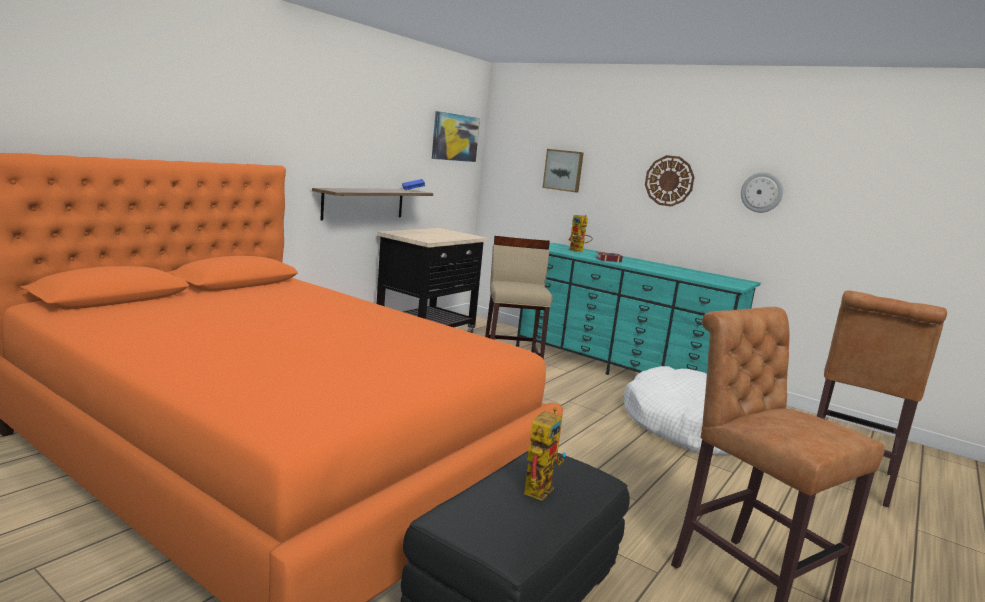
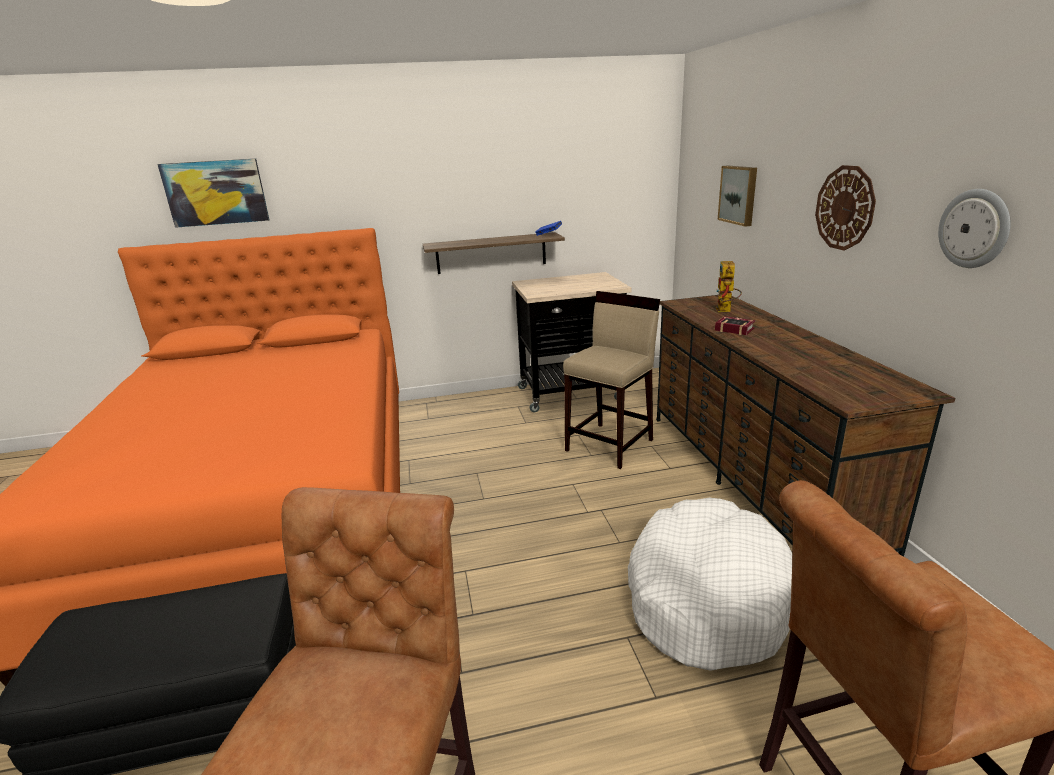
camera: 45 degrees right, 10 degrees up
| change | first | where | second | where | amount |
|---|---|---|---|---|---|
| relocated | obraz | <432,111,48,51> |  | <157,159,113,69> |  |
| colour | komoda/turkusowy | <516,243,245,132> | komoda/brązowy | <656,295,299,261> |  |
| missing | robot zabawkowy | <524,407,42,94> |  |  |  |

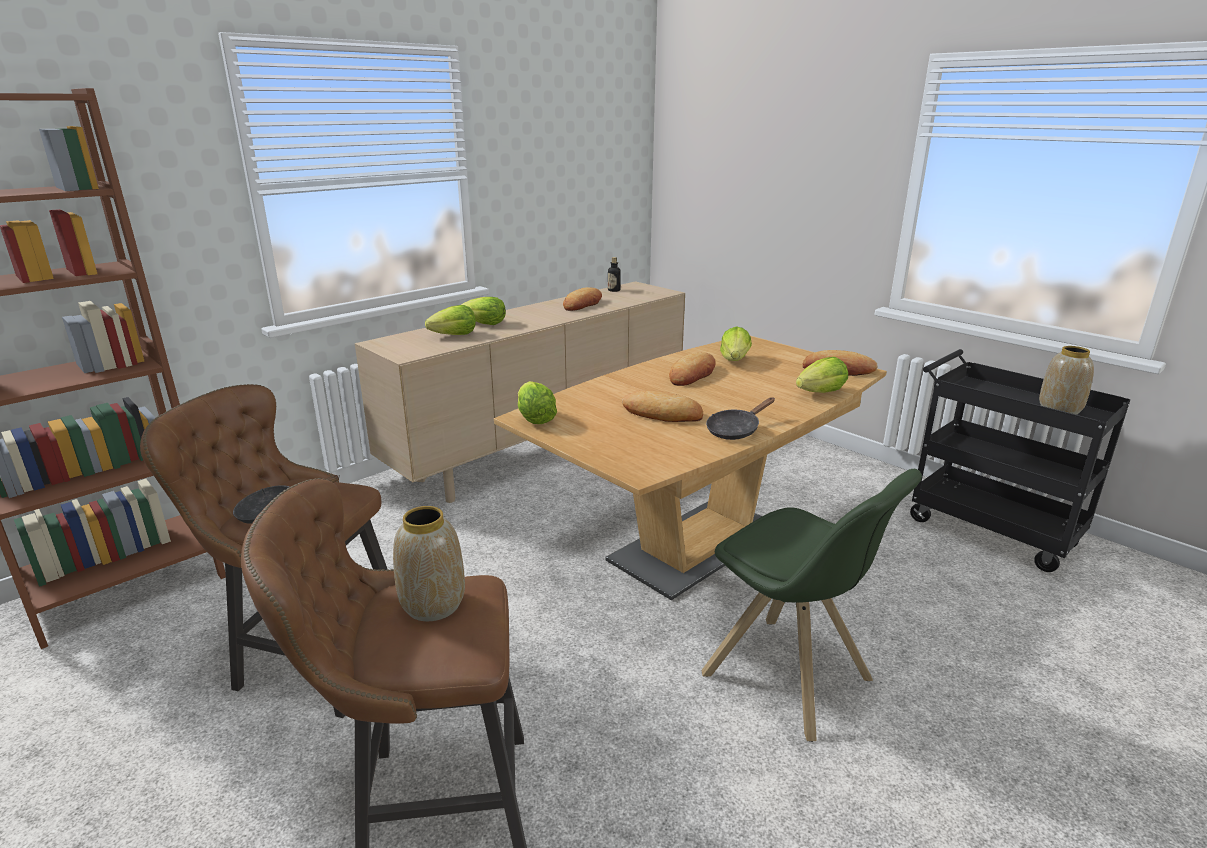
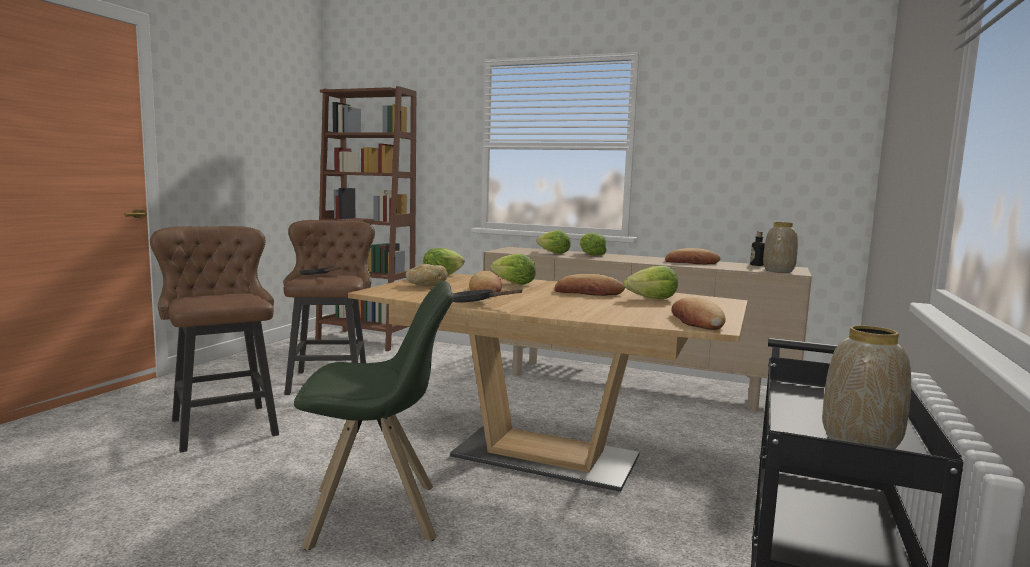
camera: 65 degrees right, 15 degrees down
| change | first | where | second | where | amount |
|---|---|---|---|---|---|
| relocated | sałata | <796,357,52,36> |  | <490,254,46,31> |  |
| spun | krzesło/zielony | <702,469,220,273> |  | <294,281,160,270> | 120 degrees counterclockwise |
| relocated | wazon | <393,506,72,115> |  | <763,222,35,51> |  |
| appeared |  |  | chleb | <406,264,42,22> |  |

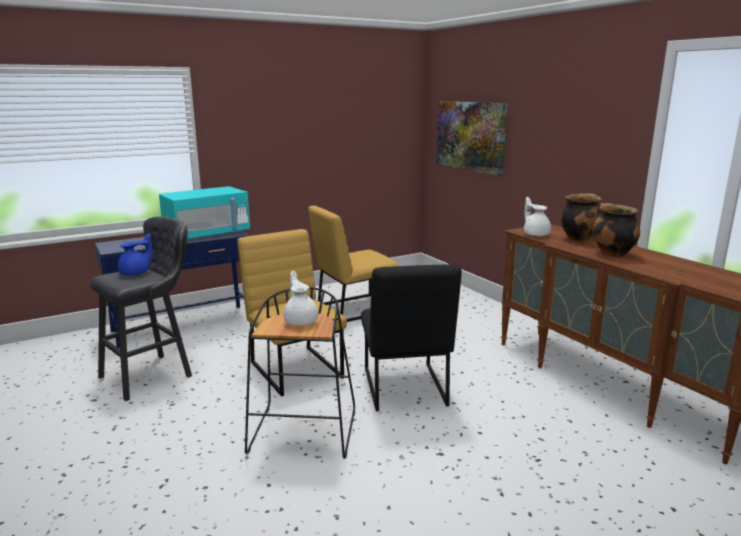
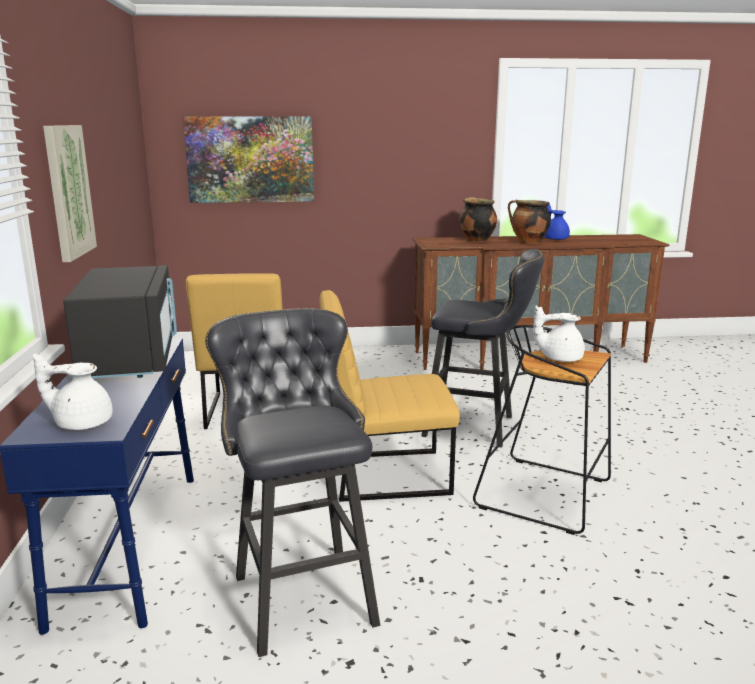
camera: 65 degrees left, 0 degrees up
| change | first | where | second | where | amount |
|---|---|---|---|---|---|
| colour | mikrofalówka/turkusowy | <159,186,91,53> | mikrofalówka/czarny | <63,265,114,114> |  |
| relocated | imbryk/biały | <524,197,27,39> |  | <33,354,80,76> |  |
| relocated | imbryk/niebieski | <118,233,35,42> |  | <544,205,26,35> |  |
| exchanged | krzesło/czarny | <361,264,101,147> | stołek/czarny | <421,249,124,198> |  |
| appeared |  |  | obraz | <43,125,54,137> |  |

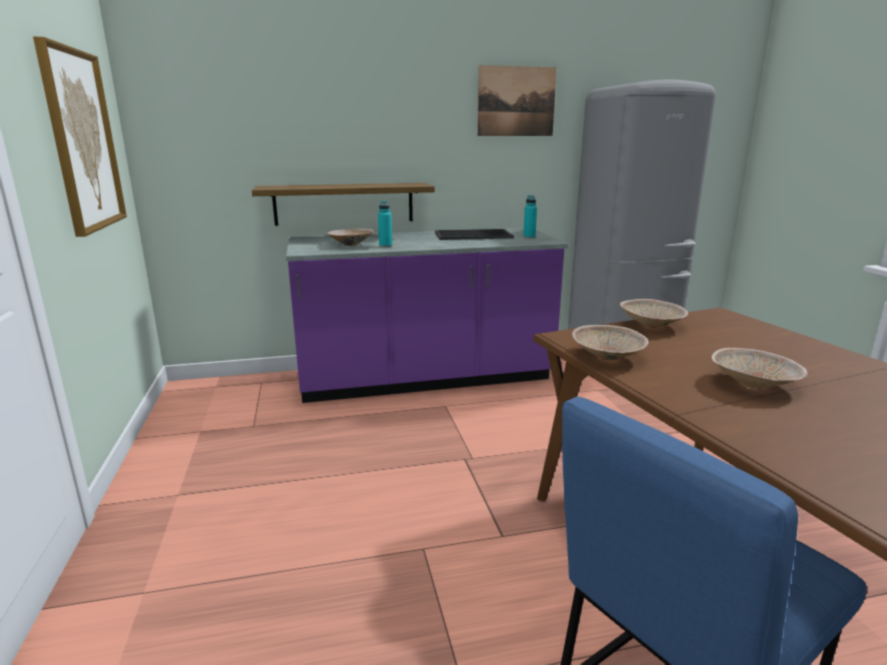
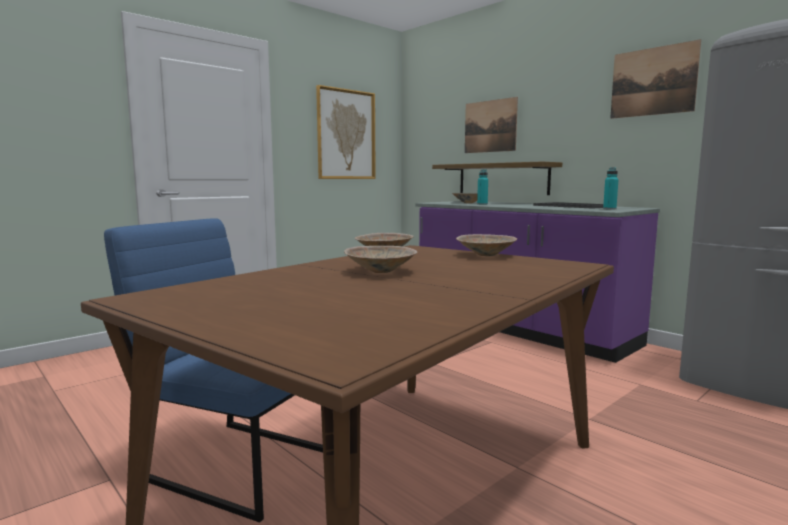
camera: 60 degrees right, 10 degrees down
| change | first | where | second | where | amount |
|---|---|---|---|---|---|
| appeared |  |  | obraz | <465,97,53,56> |  |

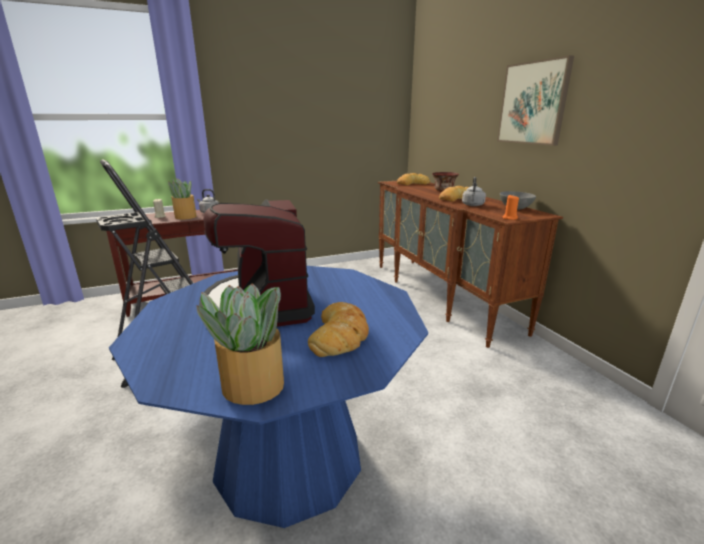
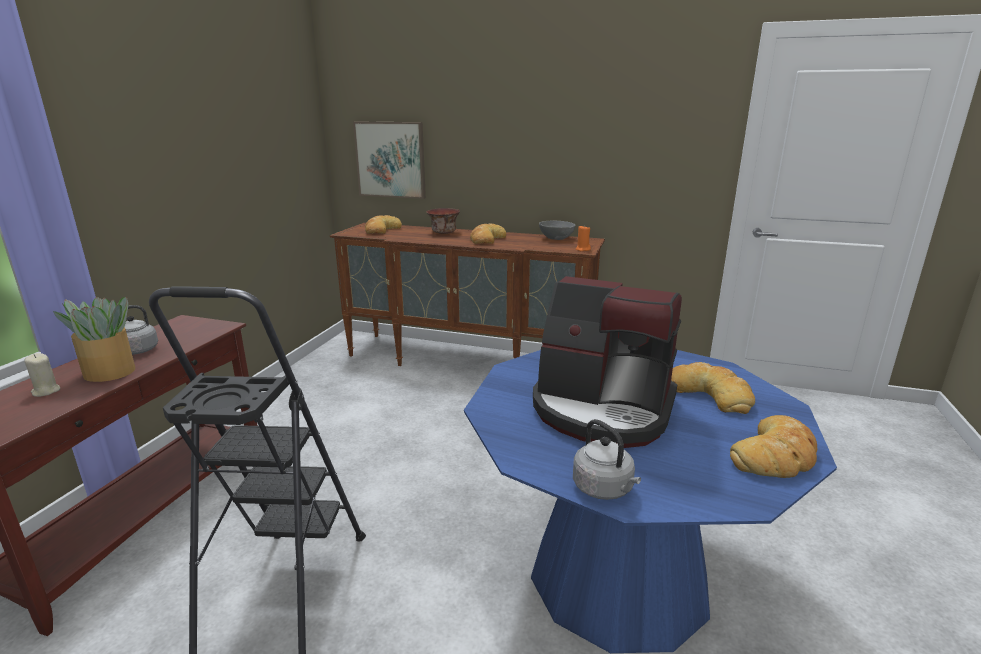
camera: 50 degrees left, 0 degrees up
| change | first | where | second | where | amount |
|---|---|---|---|---|---|
| relocated | obraz | <497,55,77,91> |  | <353,122,73,77> |  |
| relocated | czajnik/szary | <462,177,24,29> |  | <573,419,68,81> |  |
| exchanged | roślina doniczkowa | <197,284,87,121> | chleb | <730,415,87,63> |  |

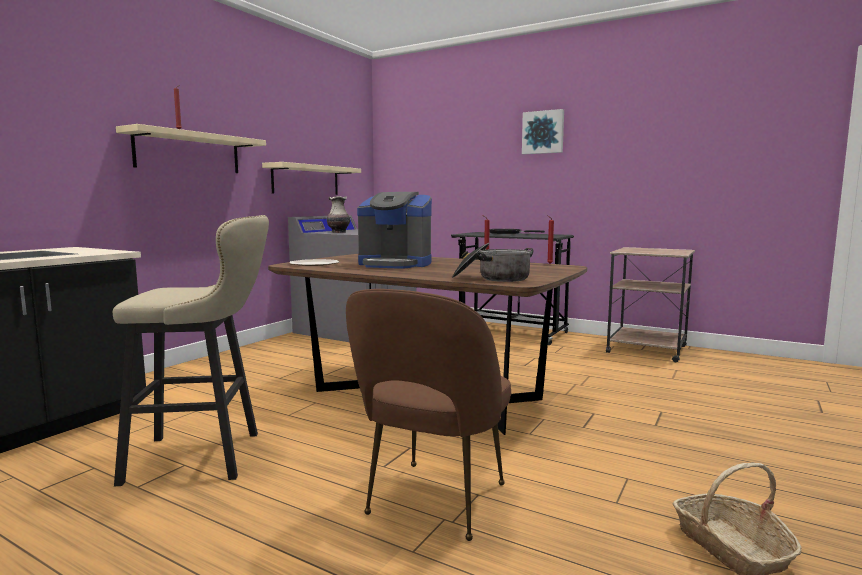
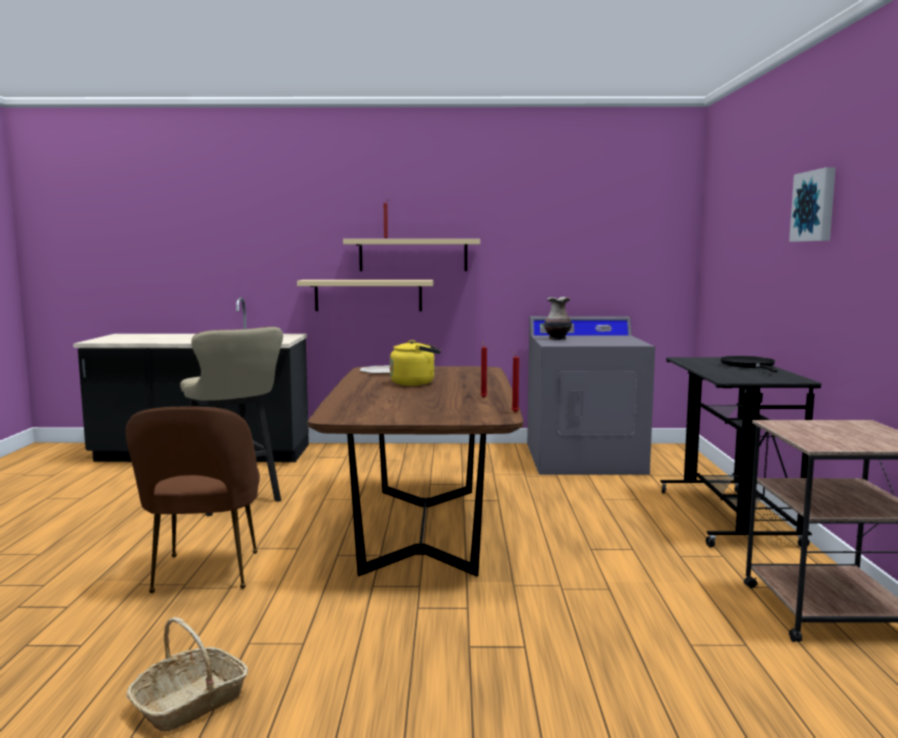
camera: 60 degrees right, 0 degrees up
| change | first | where | second | where | amount |
|---|---|---|---|---|---|
| relocated | półka/beżowy | <262,162,99,33> |  | <297,280,137,31> |  |
| exchanged | ekspres do kawy | <357,192,75,77> | czajnik/żółty | <390,340,51,46> |  |
| missing | garnek | <452,243,81,39> |  |  |  |
| spun | krzesło/brązowy | <346,289,165,252> |  | <126,406,134,187> | 90 degrees counterclockwise |

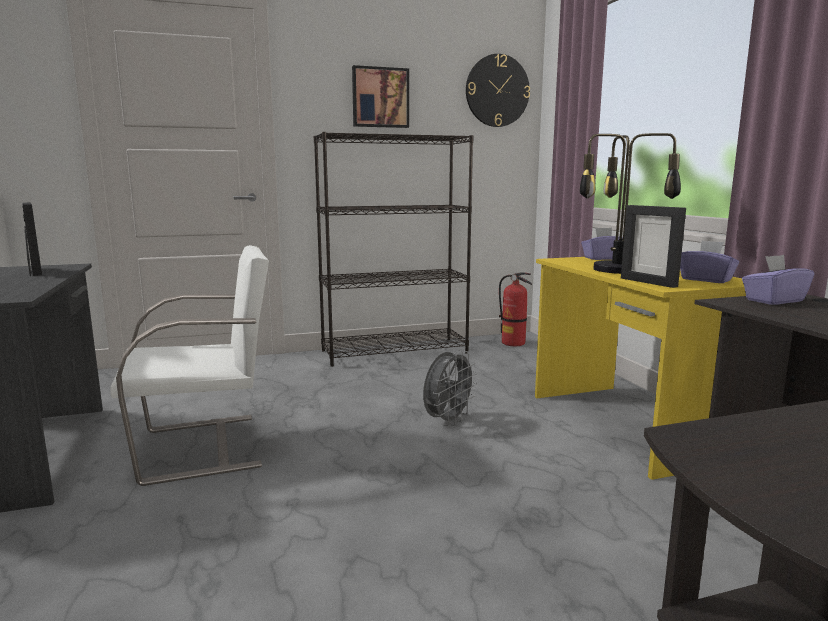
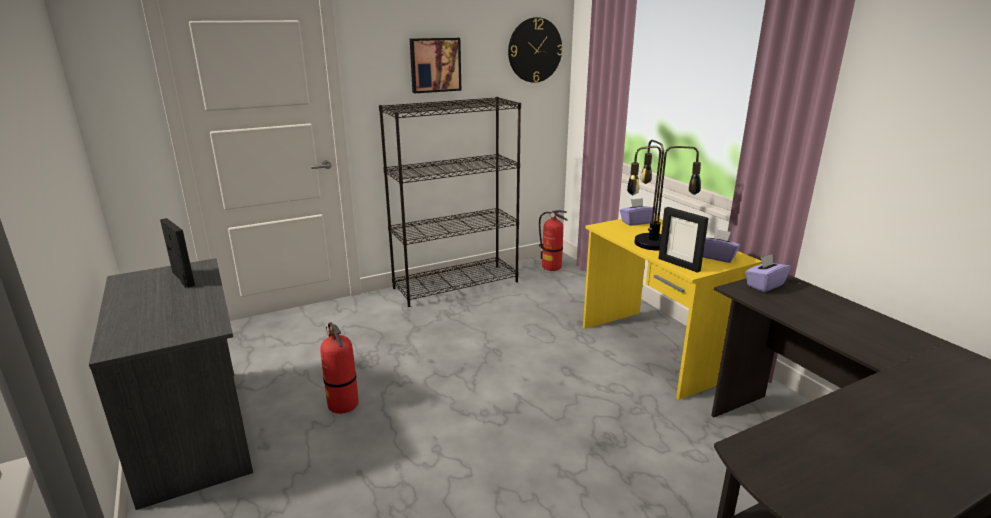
camera: 10 degrees left, 10 degrees up
| change | first | where | second | where | amount |
|---|---|---|---|---|---|
| exchanged | krzesło/biały | <110,245,159,241> | gaśnica | <320,322,39,92> |  |
| missing | wentylator/szary | <423,350,54,76> |  |  |  |

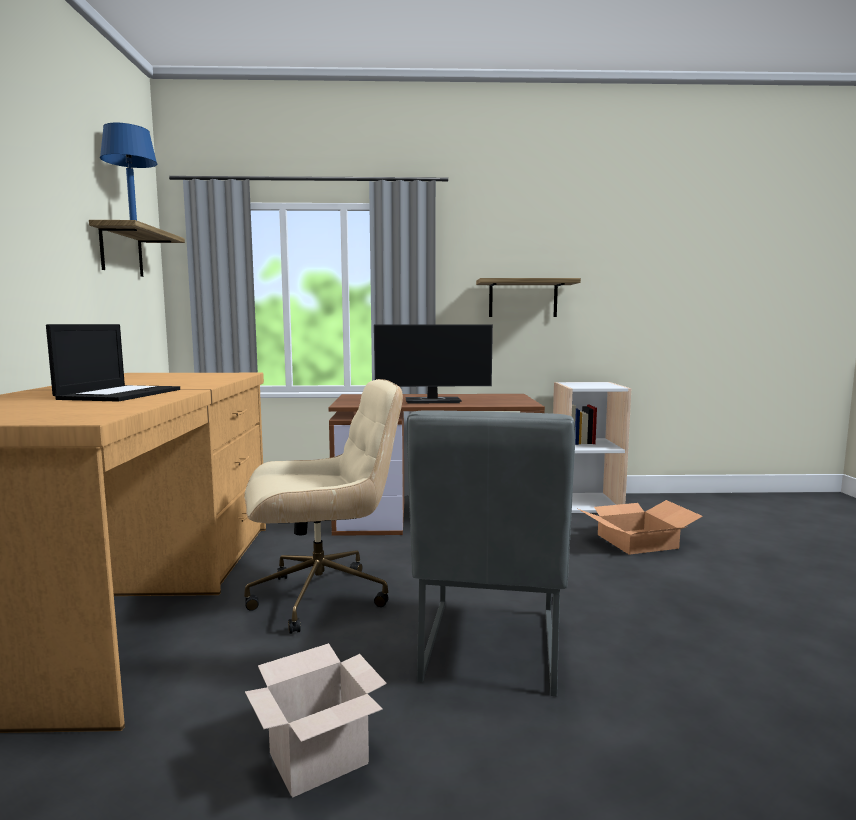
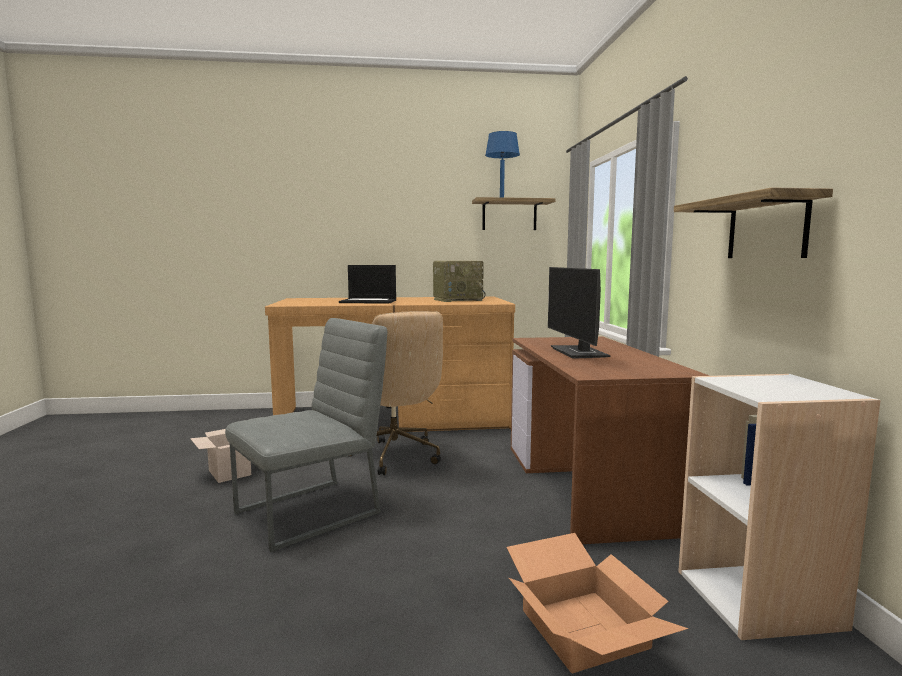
camera: 85 degrees right, 0 degrees up
| change | first | where | second | where | amount |
|---|---|---|---|---|---|
| spun | krzesło/szary | <407,410,169,287> |  | <225,318,162,234> | 135 degrees clockwise |
| appeared |  |  | radio | <433,261,53,41> |  |

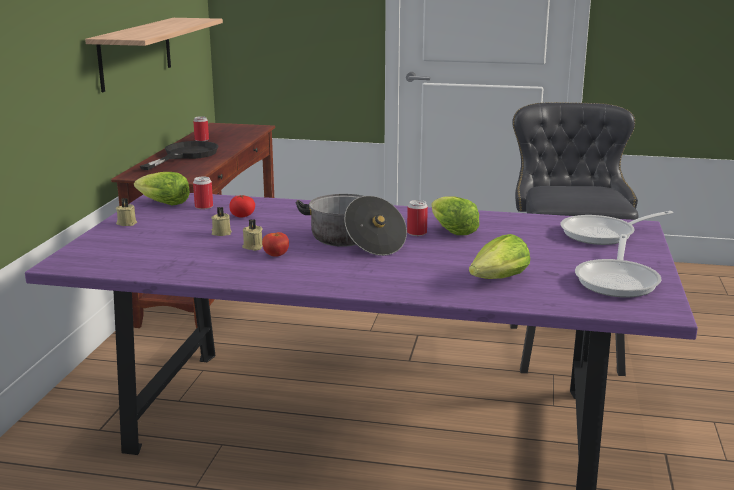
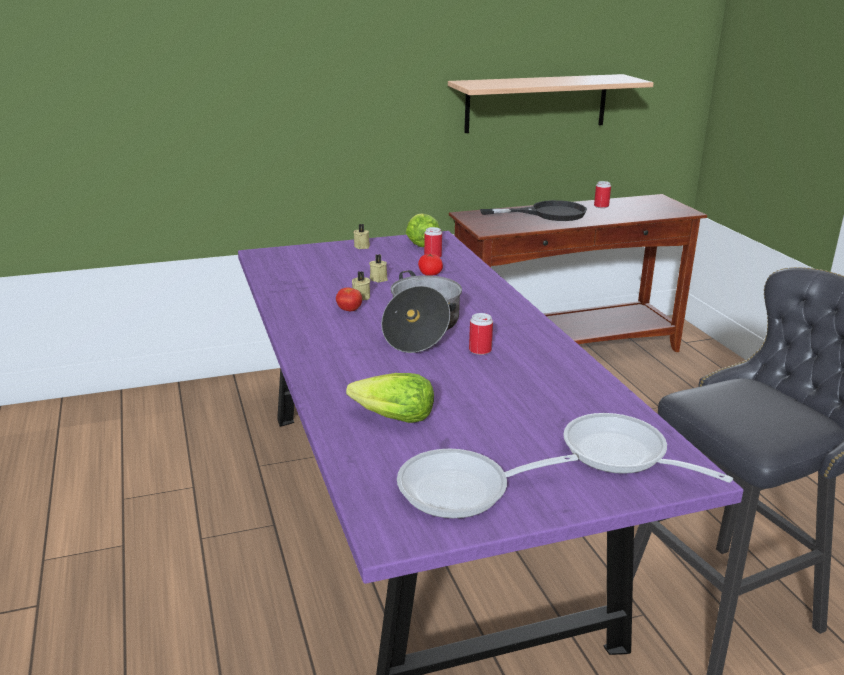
camera: 60 degrees right, 5 degrees up
| change | first | where | second | where | amount |
|---|---|---|---|---|---|
| missing | sałata | <431,196,48,39> |  |  |  |

